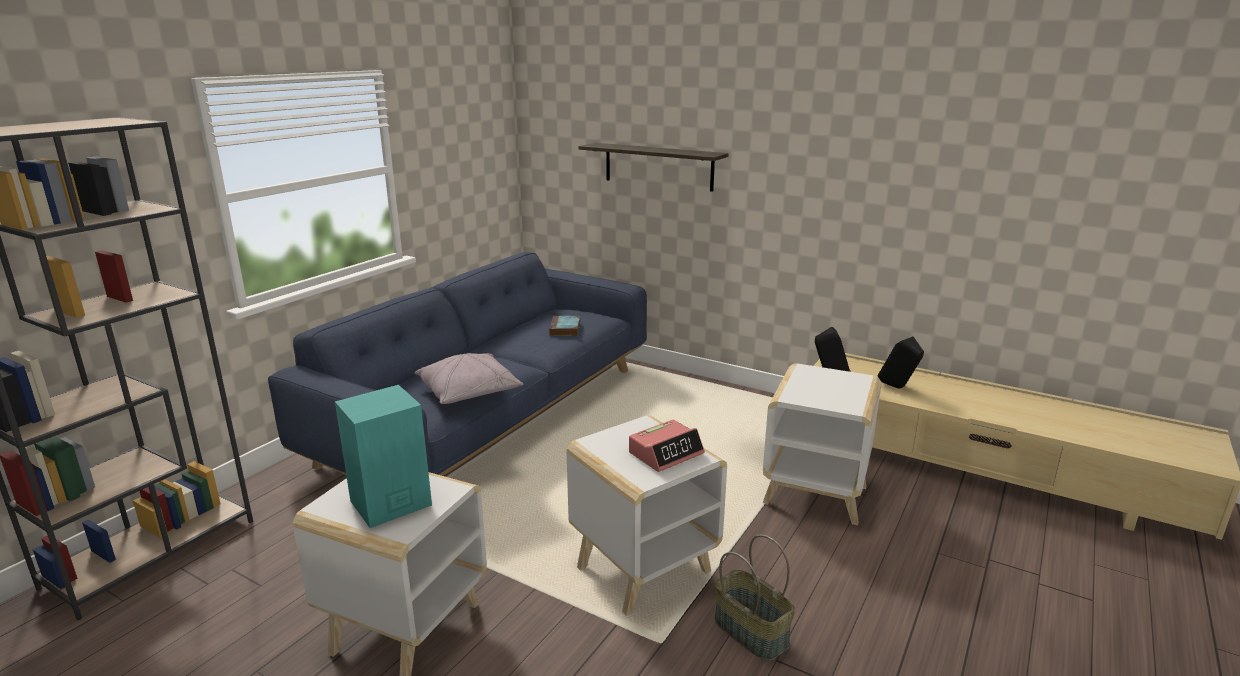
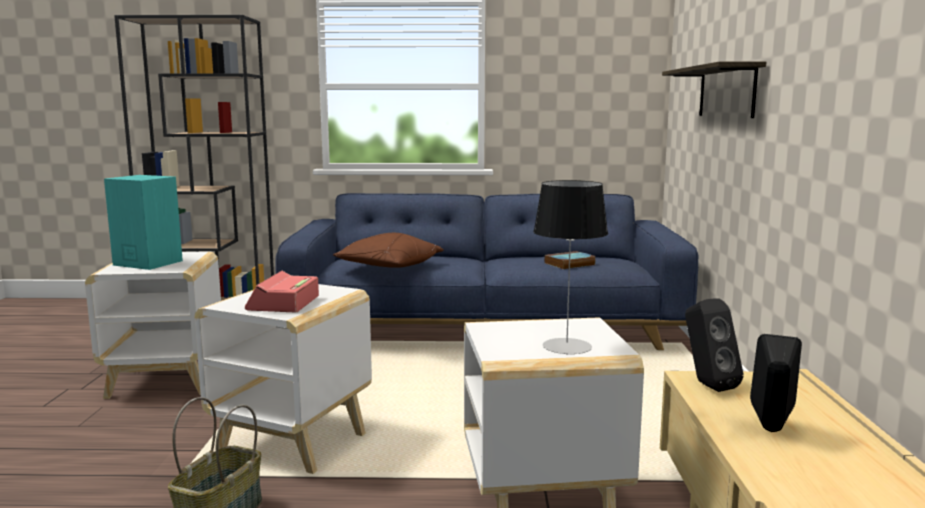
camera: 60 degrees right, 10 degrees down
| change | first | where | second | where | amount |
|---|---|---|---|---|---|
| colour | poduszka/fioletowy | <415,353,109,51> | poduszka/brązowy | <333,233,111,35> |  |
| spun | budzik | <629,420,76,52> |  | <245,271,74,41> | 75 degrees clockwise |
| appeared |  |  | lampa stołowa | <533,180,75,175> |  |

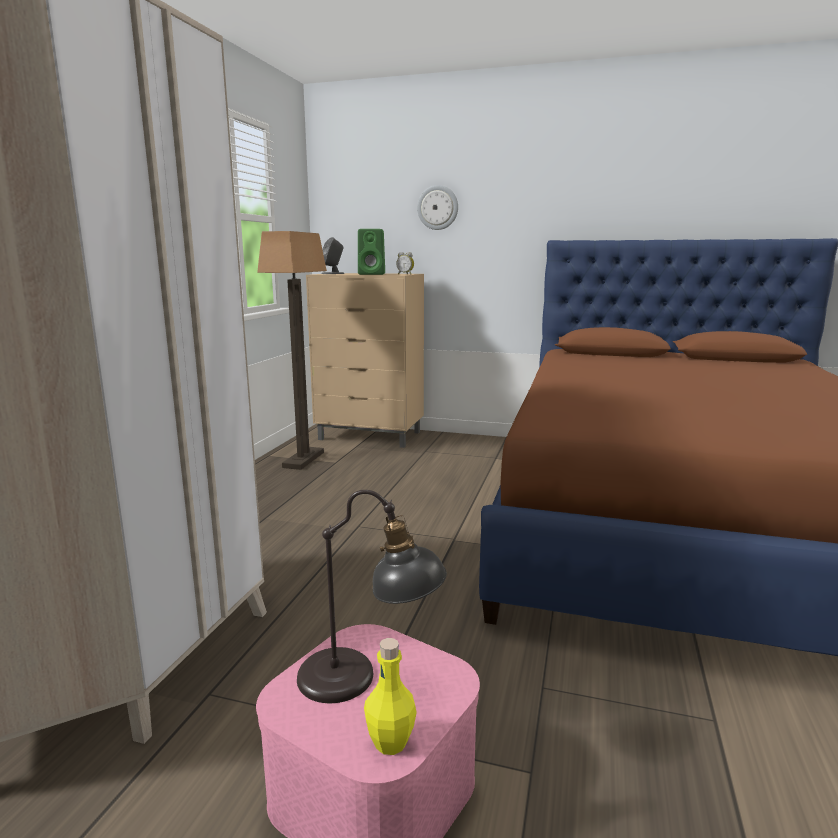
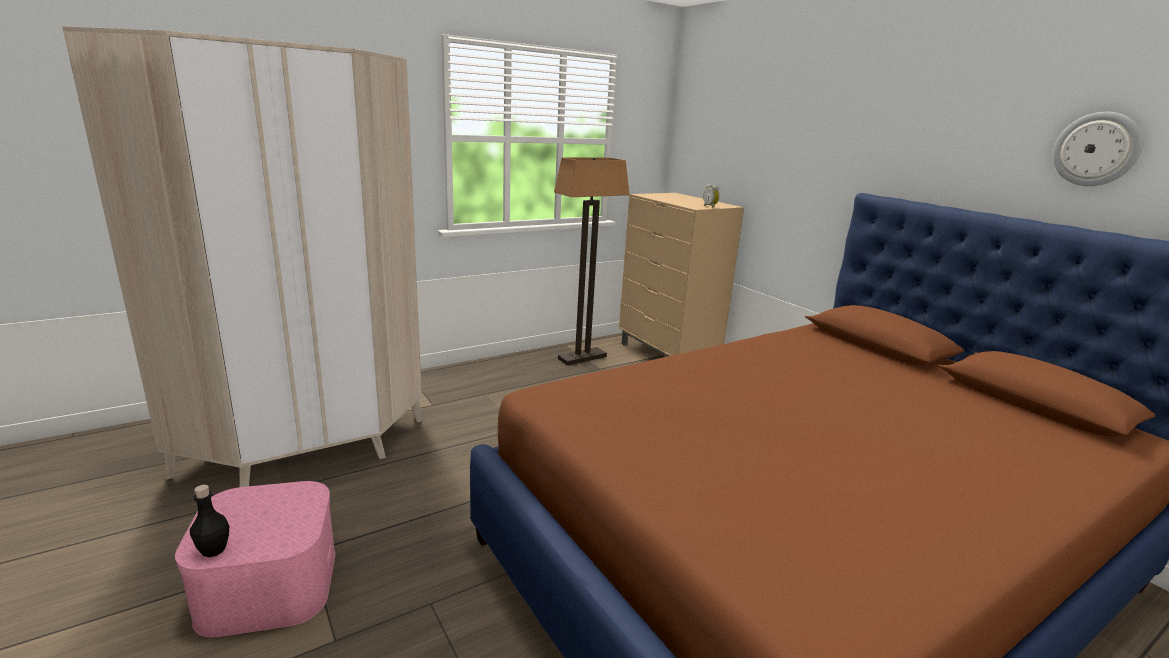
camera: 40 degrees right, 5 degrees up
| change | first | where | second | where | amount |
|---|---|---|---|---|---|
| relocated | zegar ścienny | <417,185,41,45> |  | <1053,112,90,74> |  |
| missing | głośnik/zielony | <358,229,27,46> |  |  |  |
| missing | głośnik/szary | <321,237,23,37> |  |  |  |
| missing | lampa stołowa/szary | <297,490,150,213> |  |  |  |
| colour | butelka/żółty | <364,638,53,117> | butelka/czarny | <190,485,39,72> |  |

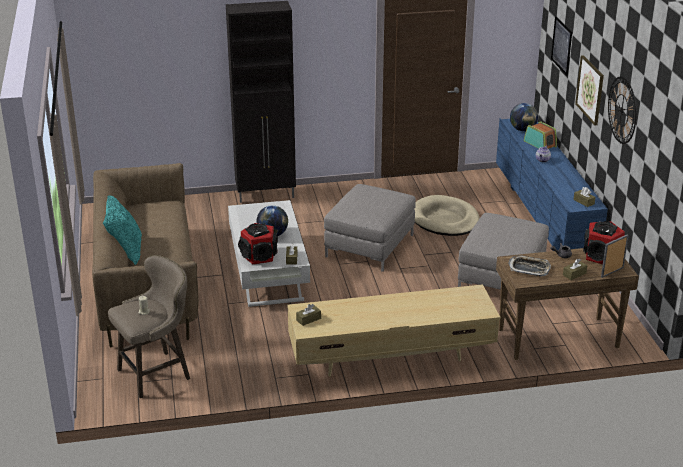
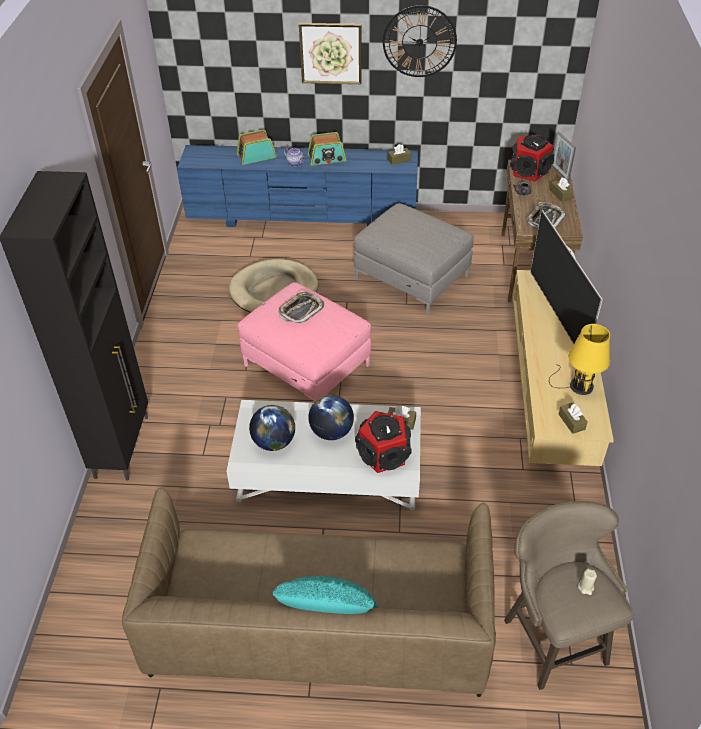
camera: 75 degrees left, 15 degrees up
| change | first | where | second | where | amount |
|---|---|---|---|---|---|
| missing | obraz | <551,16,21,60> |  |  |  |
| relocated | globus | <510,103,28,28> |  | <249,405,46,46> |  |
| colour | pufa/szary | <324,184,92,88> | pufa/różowy | <238,282,133,120> |  |
| appeared |  |  | radio | <308,132,38,33> |  |
| appeared |  |  | telewizor | <530,210,73,134> |  |
| appeared |  |  | taca | <278,291,46,33> |  |
| appeared |  |  | lampa stołowa/żółty | <549,324,61,71> |  |

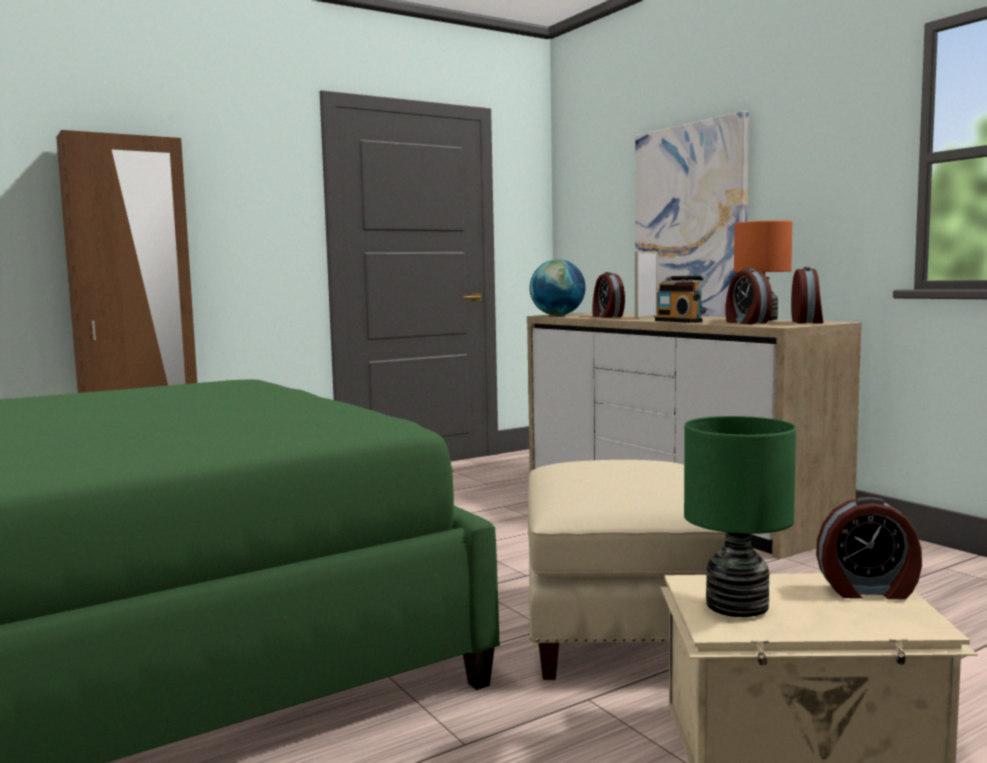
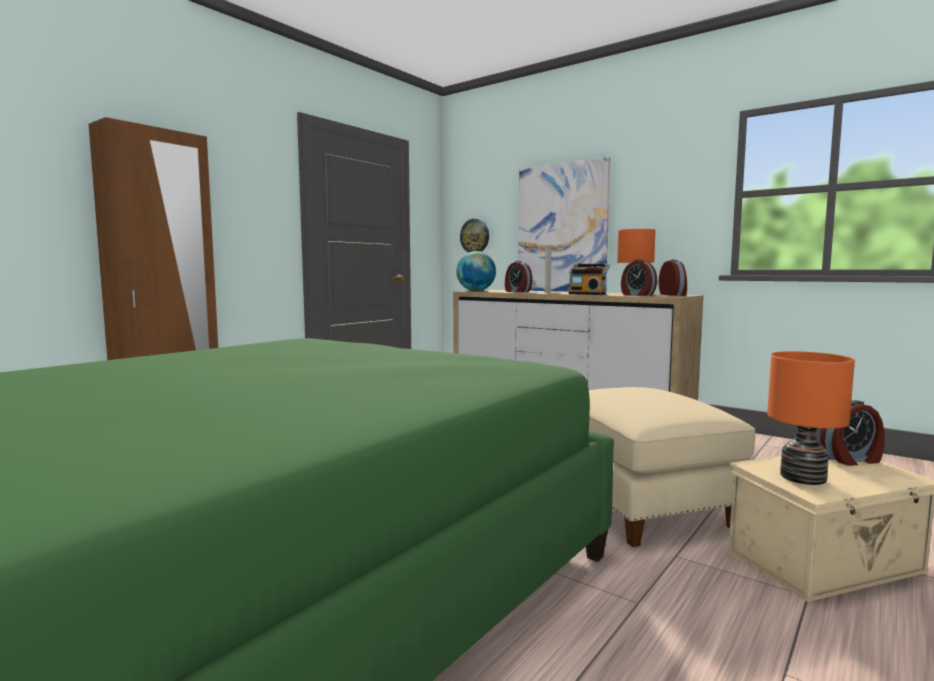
camera: 20 degrees left, 0 degrees up
| change | first | where | second | where | amount |
|---|---|---|---|---|---|
| colour | lampa stołowa/zielony | <684,416,112,201> | lampa stołowa/pomarańczowy | <767,351,88,134> |  |
| appeared |  |  | zegar ścienny | <460,219,29,34> |  |

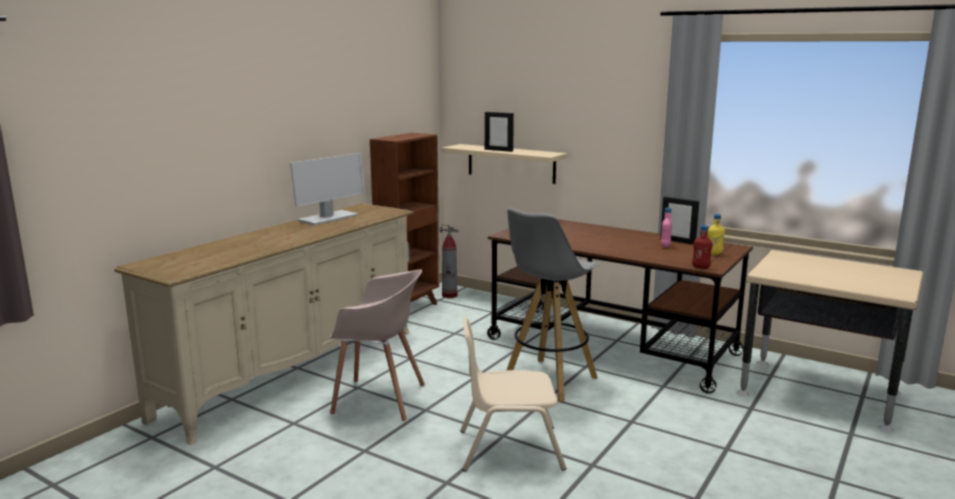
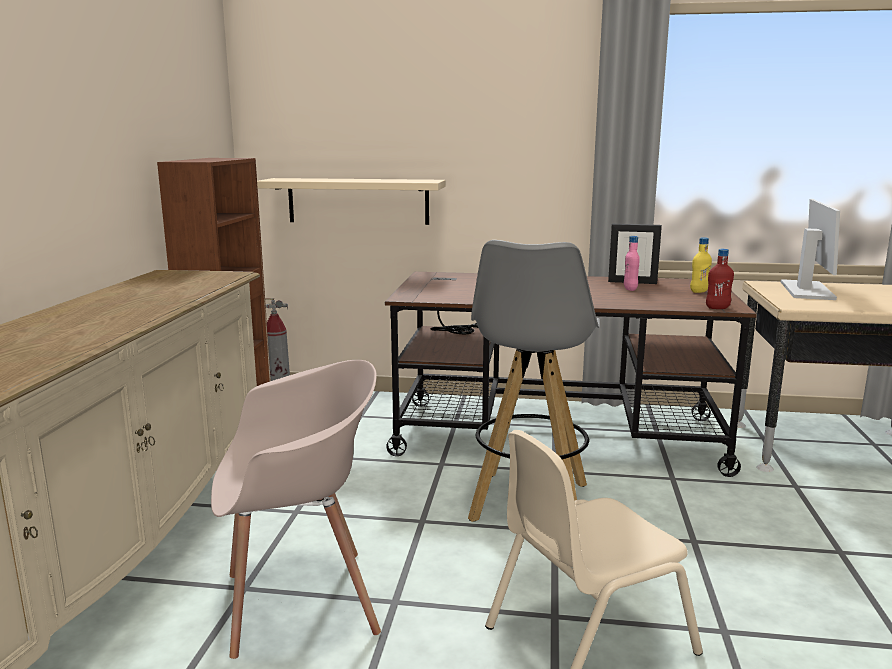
camera: 25 degrees left, 0 degrees up
| change | first | where | second | where | amount |
|---|---|---|---|---|---|
| missing | ramka na zdjęcie | <485,112,29,40> |  |  |  |
| relocated | monitor | <290,153,75,72> |  | <781,199,59,101> |  |

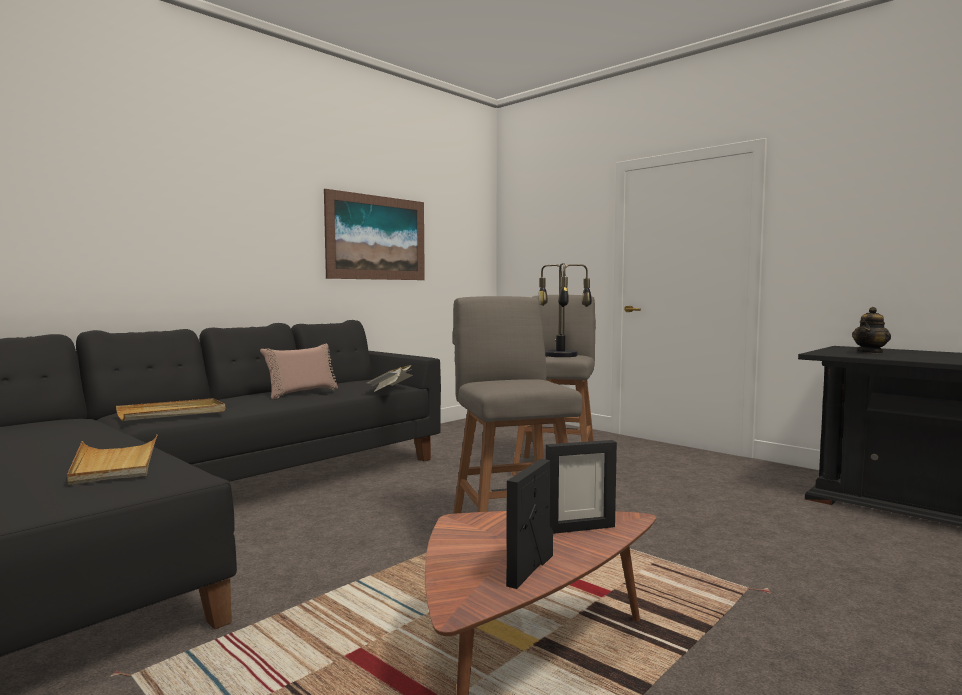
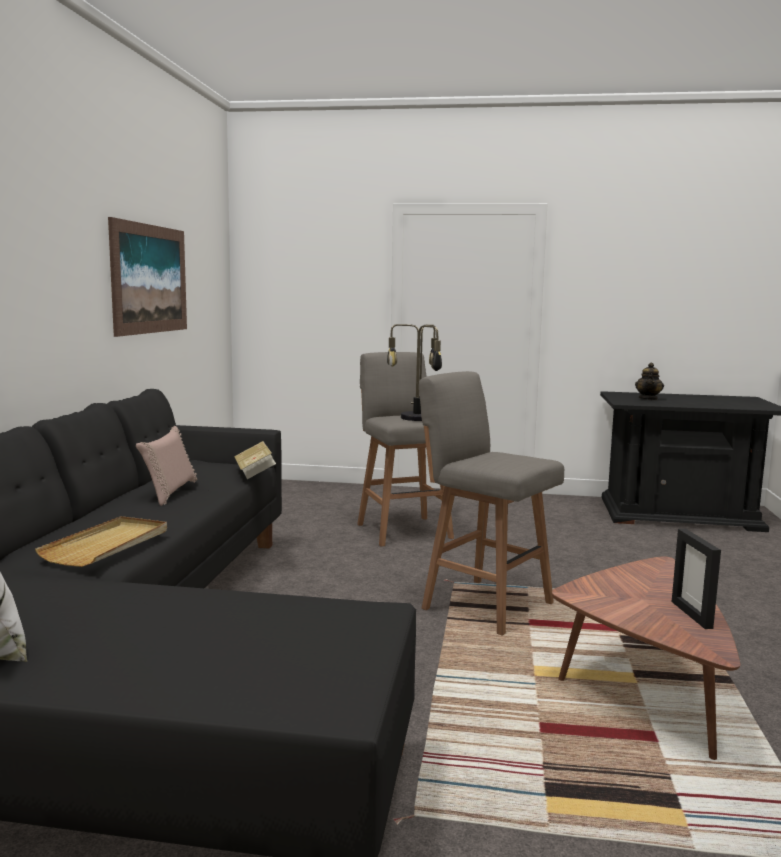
camera: 35 degrees left, 5 degrees up
| change | first | where | second | where | amount |
|---|---|---|---|---|---|
| missing | taca/beżowy | <67,434,91,51> |  |  |  |
| missing | ramka na zdjęcie | <546,440,71,94> |  |  |  |

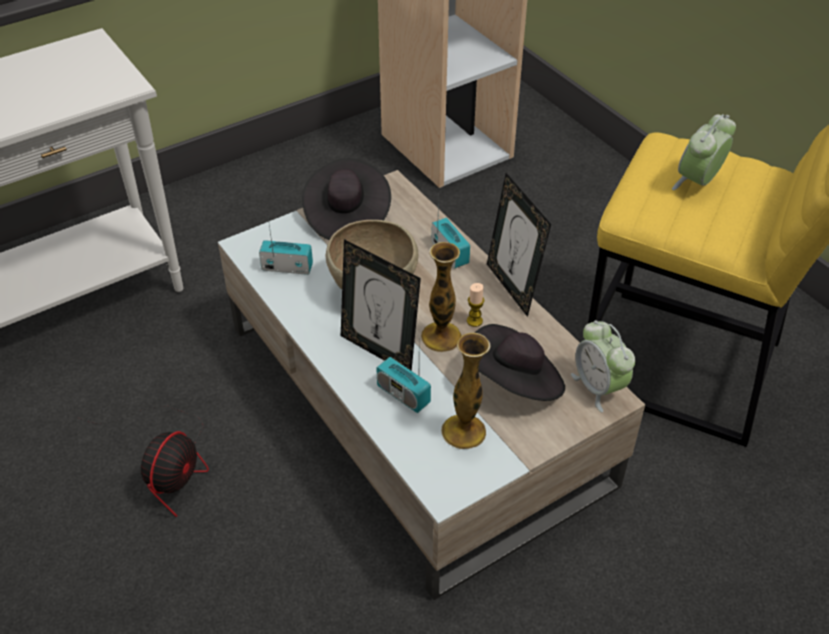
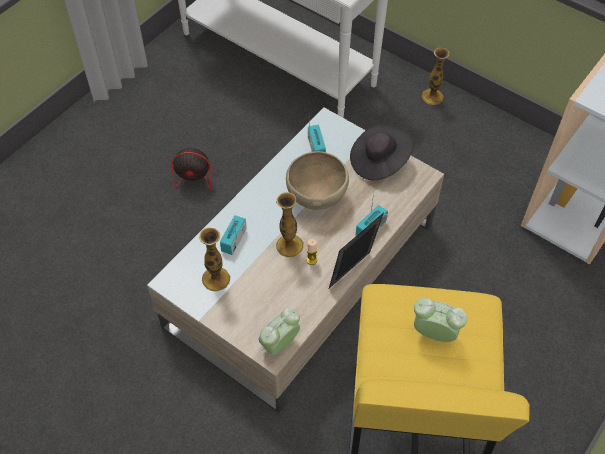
camera: 70 degrees right, 10 degrees up
| change | first | where | second | where | amount |
|---|---|---|---|---|---|
| missing | ramka na zdjęcie | <341,239,80,132> |  |  |  |
| missing | kapelusz/czarny | <475,324,90,77> |  |  |  |
| appeared |  |  | wazon | <422,48,28,57> |  |

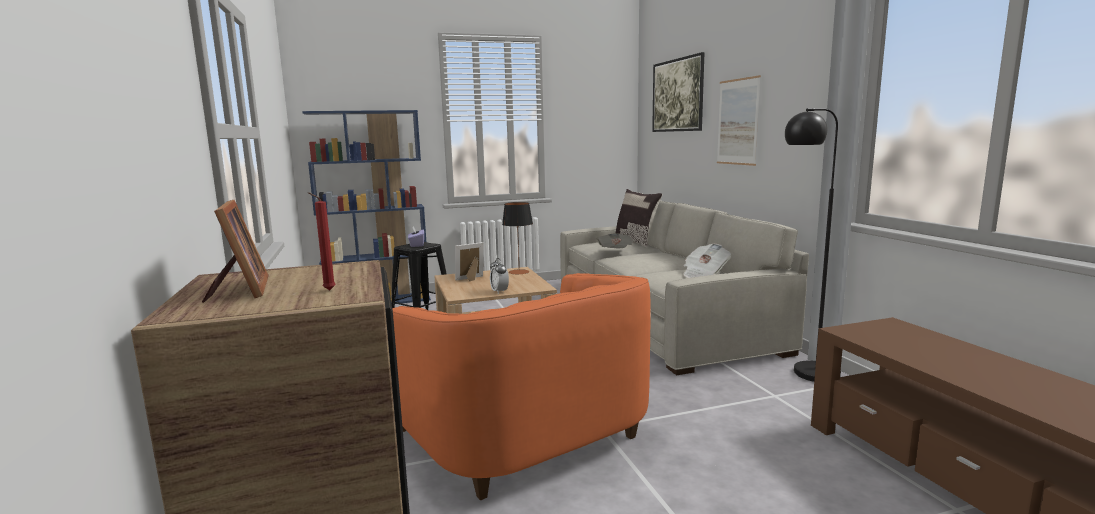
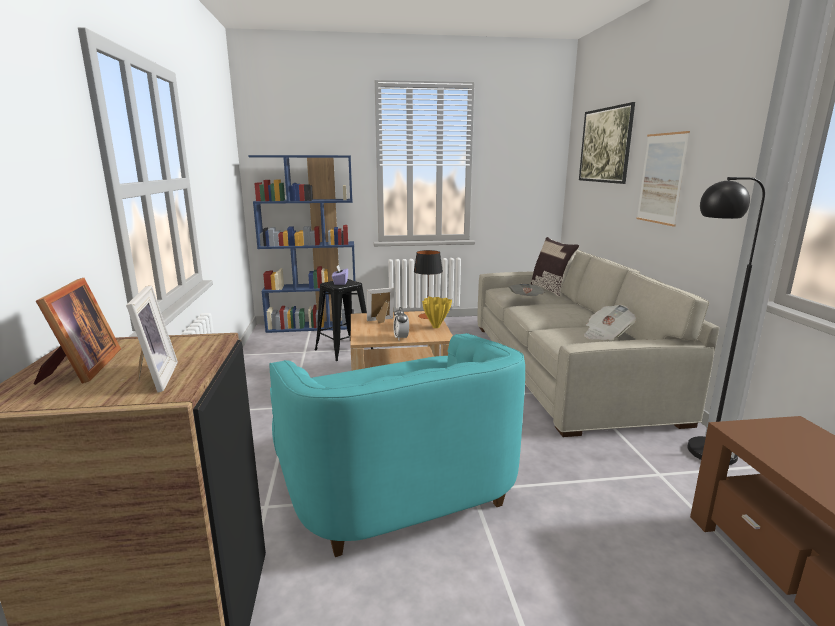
camera: 10 degrees right, 5 degrees up
| change | first | where | second | where | amount |
|---|---|---|---|---|---|
| exchanged | świeca/czerwony | <308,192,28,98> | ramka na zdjęcie | <126,285,52,108> |  |
| colour | fotel/pomarańczowy | <392,273,259,227> | fotel/turkusowy | <270,333,255,224> |  |
| appeared |  |  | wazon/żółty | <422,297,30,31> |  |

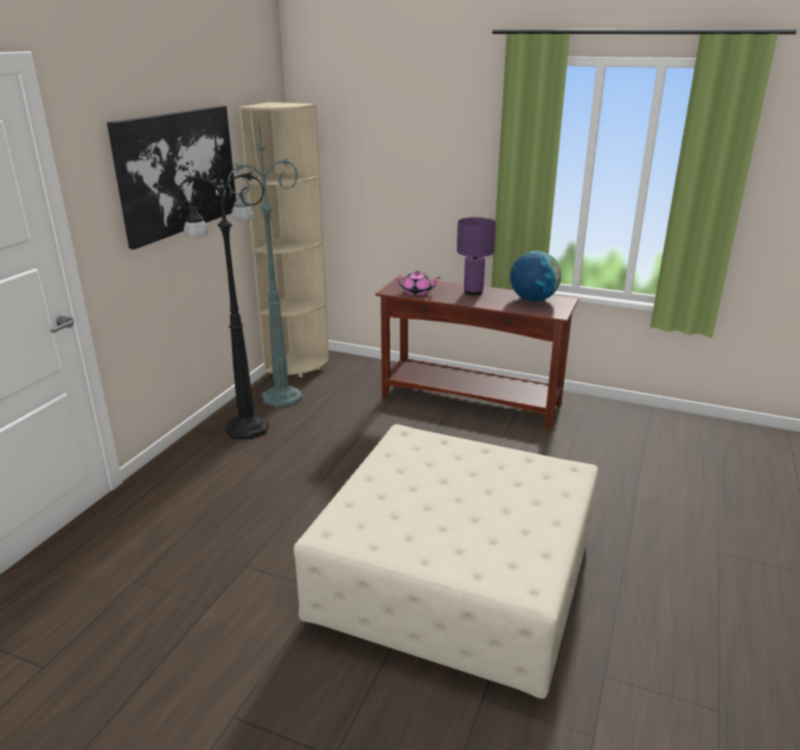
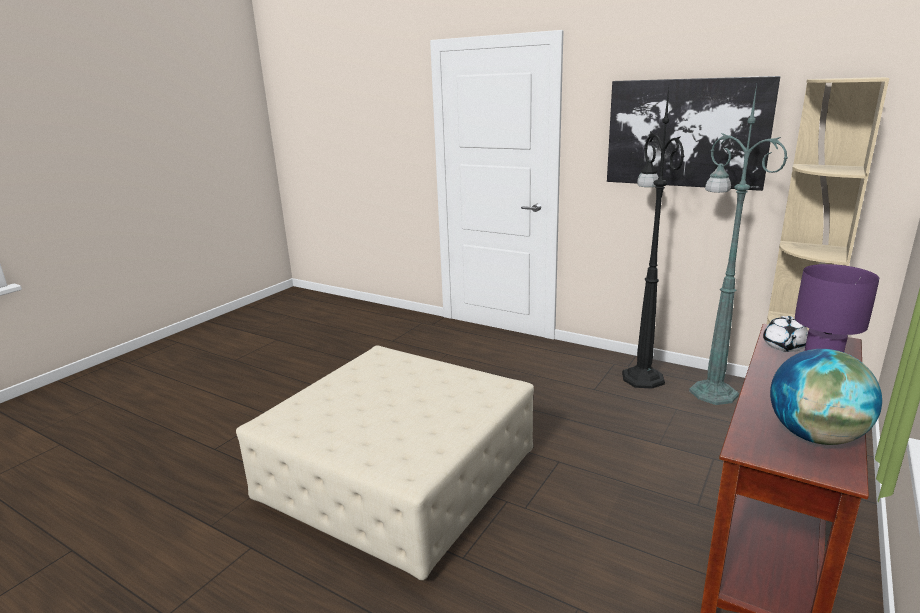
camera: 100 degrees right, 5 degrees down
| change | first | where | second | where | amount |
|---|---|---|---|---|---|
| colour | imbryk/różowy | <396,271,45,24> | imbryk/biały | <763,316,45,36> |  |

